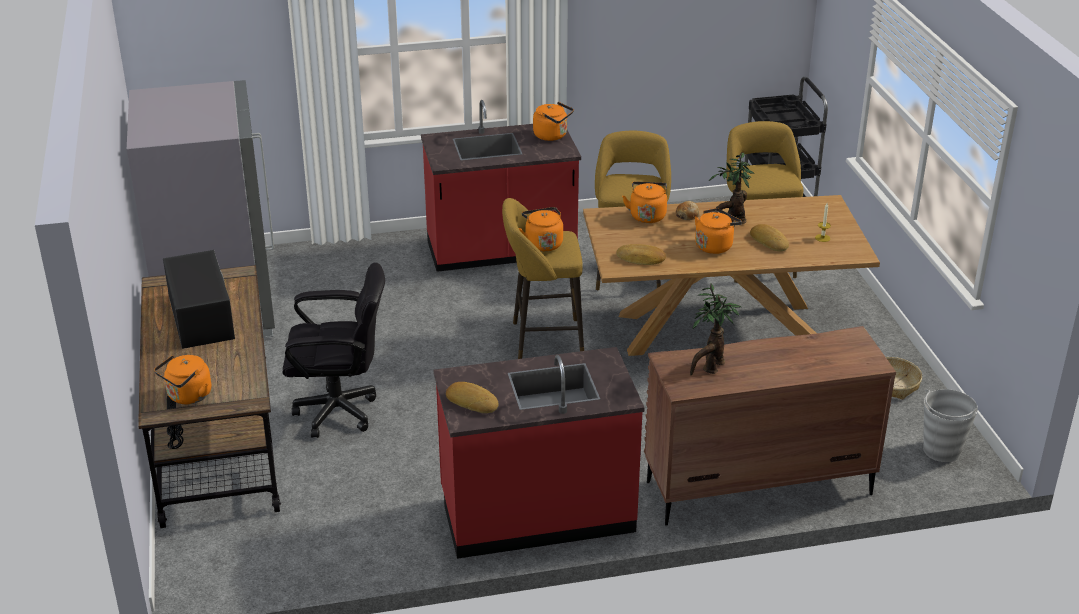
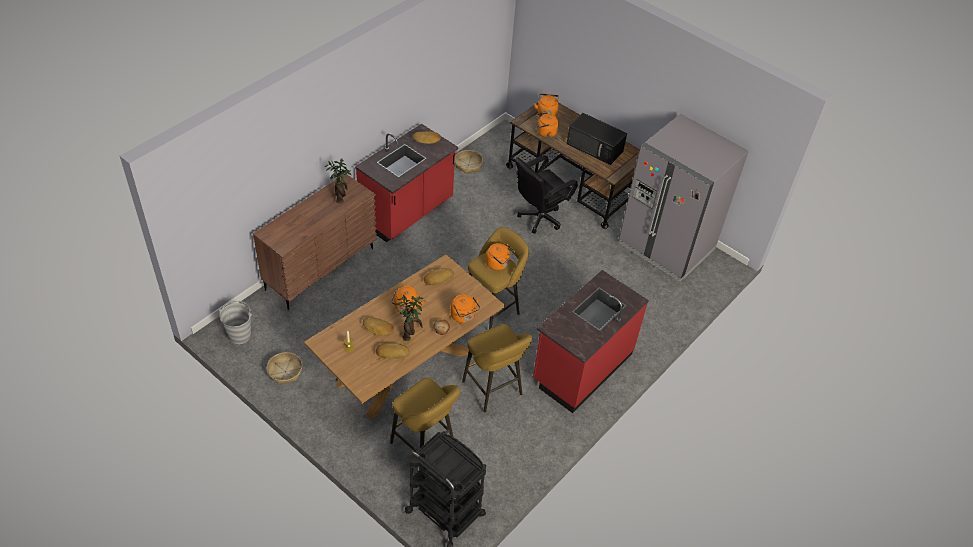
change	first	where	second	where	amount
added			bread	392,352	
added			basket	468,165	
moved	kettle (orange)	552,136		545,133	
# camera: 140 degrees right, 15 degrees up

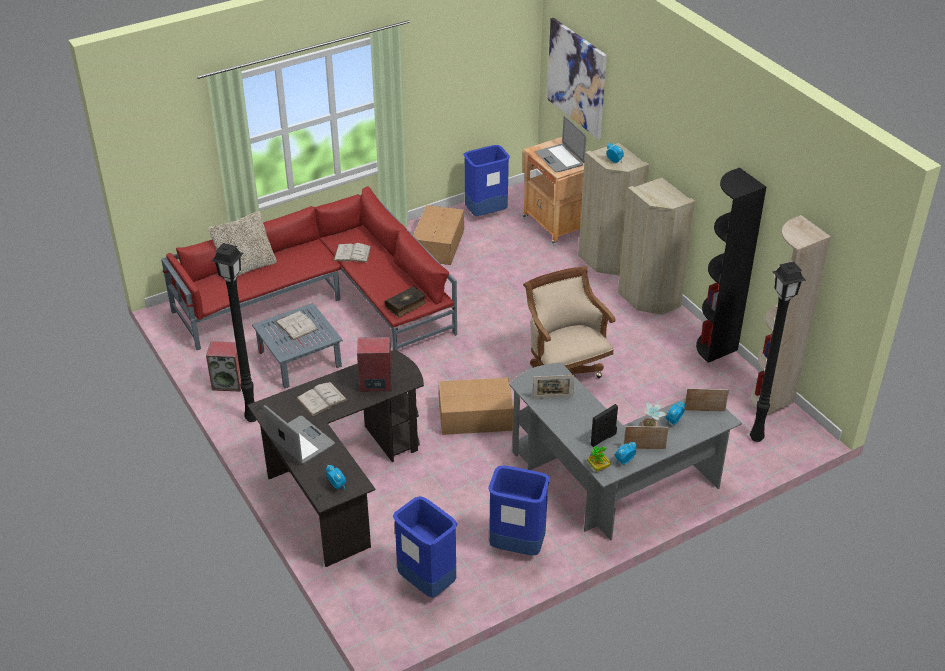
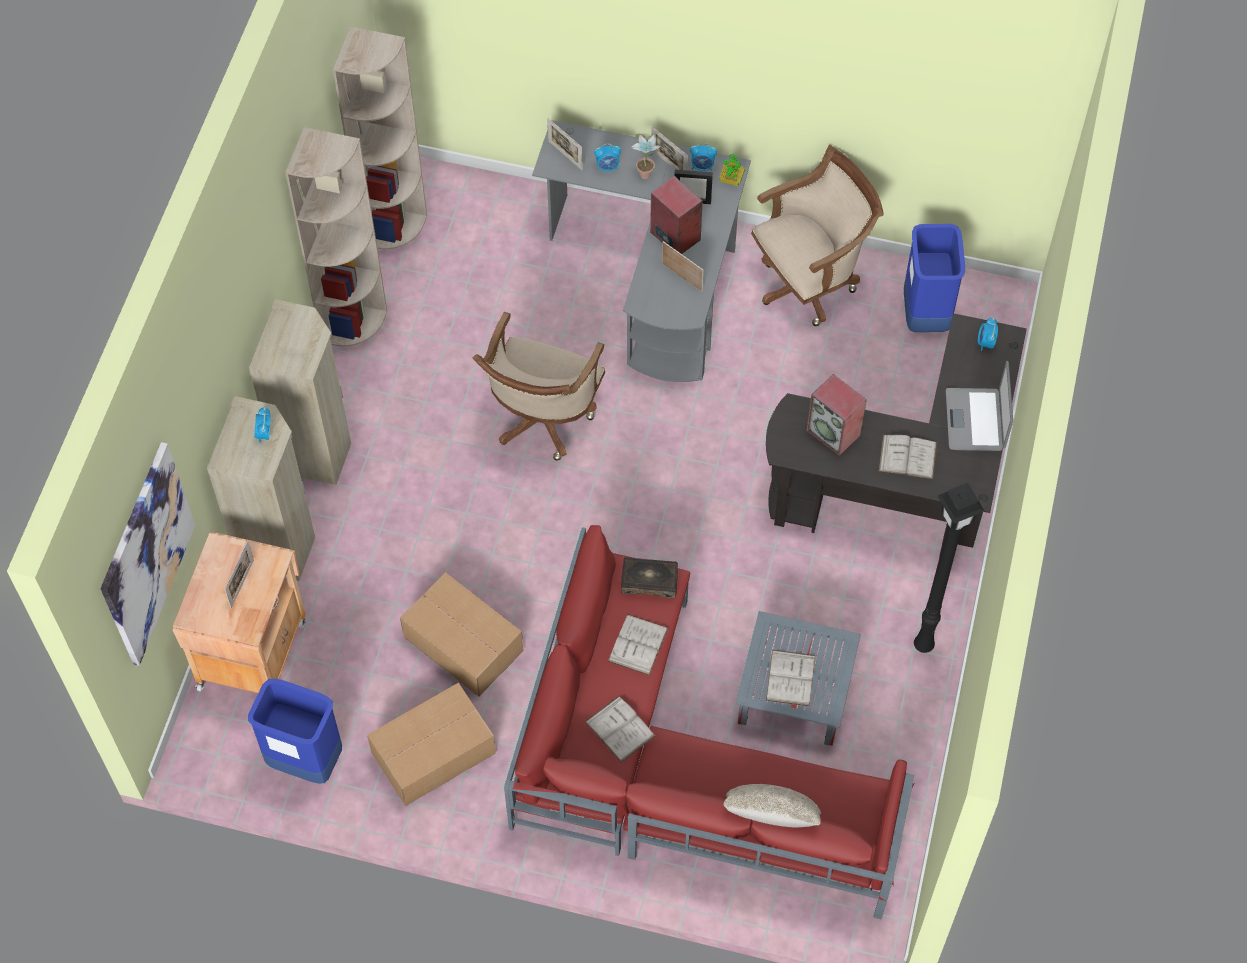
change	first	where	second	where	amount
replaced	laptop	560,159	picture frame	242,584	
recoloured	bookcase (black)	712,350	bookcase (beige)	353,329	
moved	cardboard box	476,417		462,642	
added			book (white)	638,644	
moved	speaker	229,383		674,236	
replaced	trash can (blue)	516,547	office chair	810,285	
removed	floor lamp (black)	757,438			
# camera: 135 degrees left, 20 degrees up

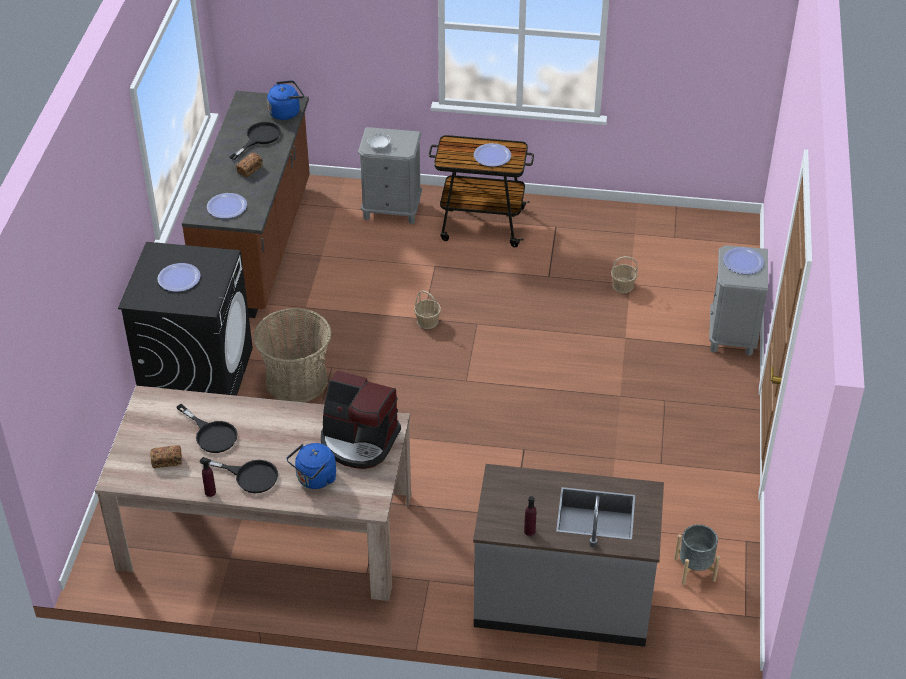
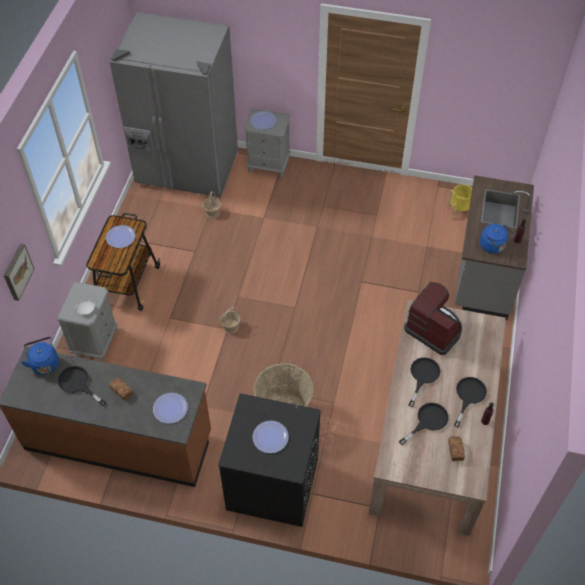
change	first	where	second	where	amount
added			picture	17,271	
added			fridge (grey)	187,169	
turned	coffee machine	359,441		434,329	75 degrees counterclockwise
added			frying pan (black)	422,376	
recoloured	planter (grey)	695,569	planter (yellow)	459,211	
moved	kettle (blue)	314,479		493,246	
# camera: 85 degrees left, 10 degrees up

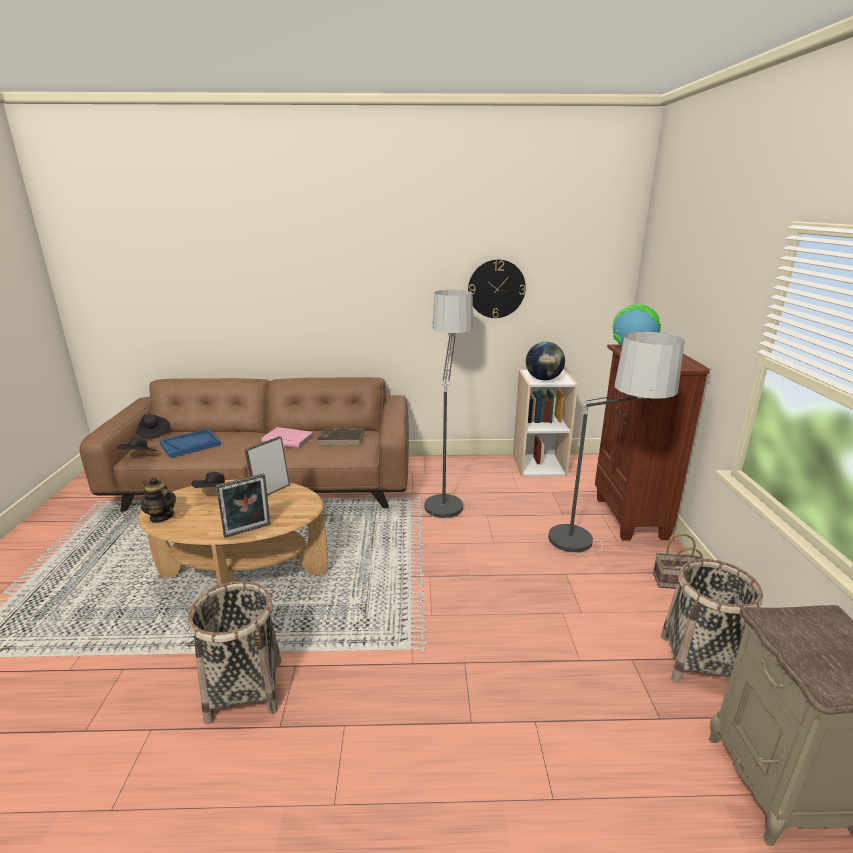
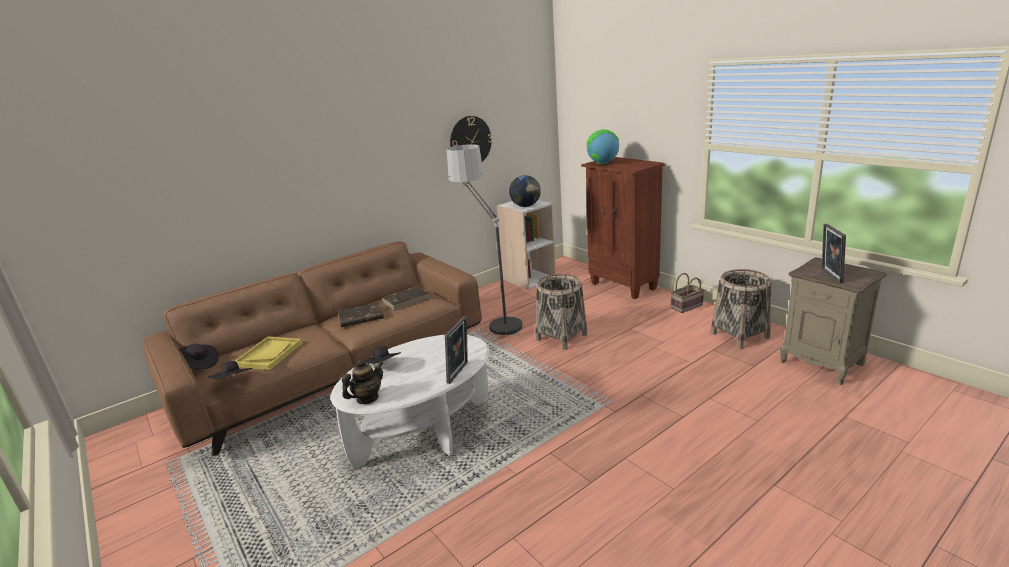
change	first	where	second	where	amount
recoloured	tray (blue)	190,444	tray (yellow)	269,354	
recoloured	coffee table (brown)	243,575	coffee table (white)	424,432	
recoloured	book (pink)	287,441	book (brown)	360,317	
turned	teapot	161,517		367,398	135 degrees clockwise
moved	basket	245,689		561,337	
moved	picture frame	271,491		829,276	
removed	floor lamp	590,561			
# camera: 35 degrees left, 0 degrees up

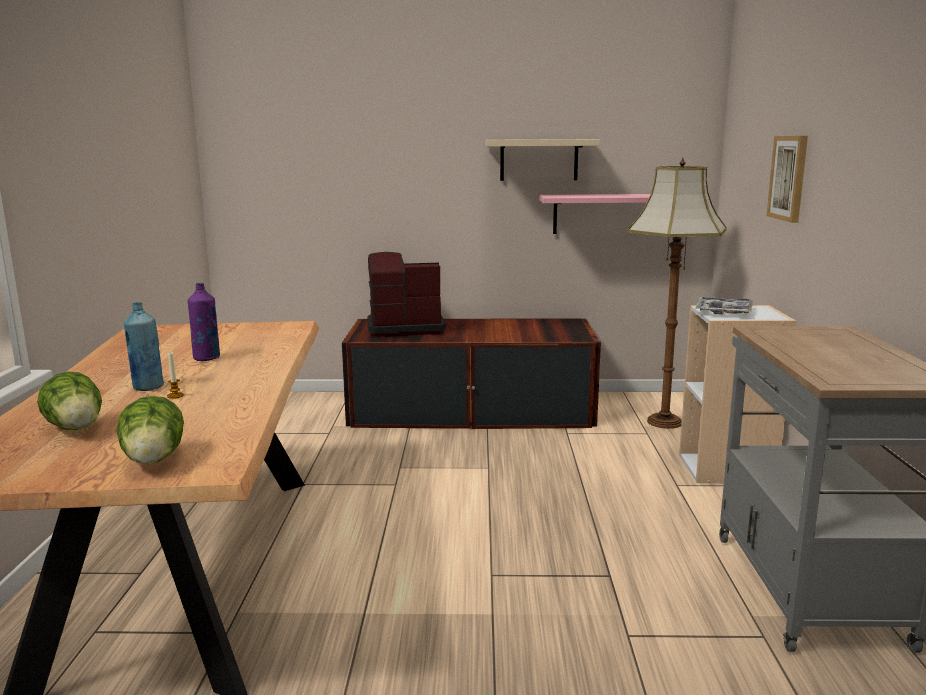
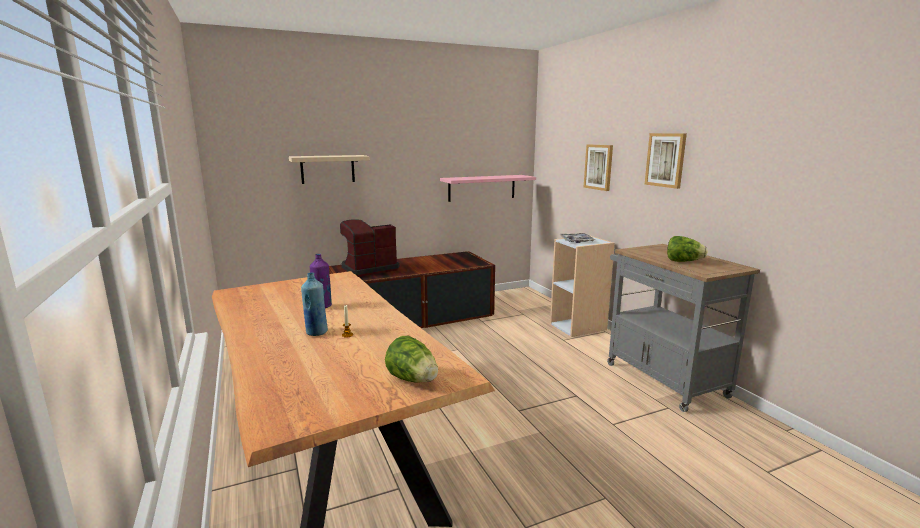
change	first	where	second	where	amount
moved	shelf (beige)	539,160		327,169	
added			picture	666,160	
moved	lettuce	77,429		683,261	
removed	floor lamp	663,422			
# camera: 25 degrees left, 0 degrees up

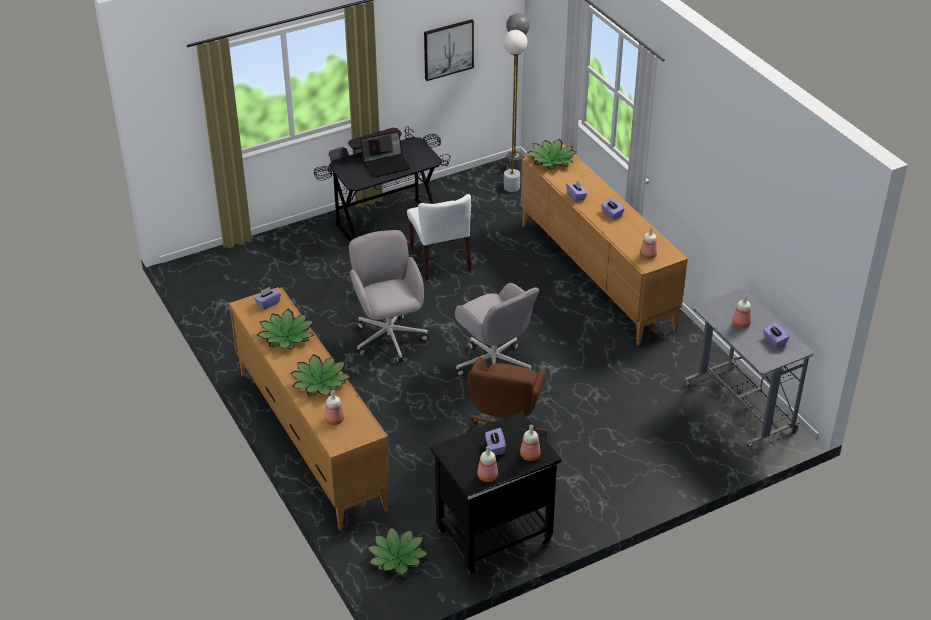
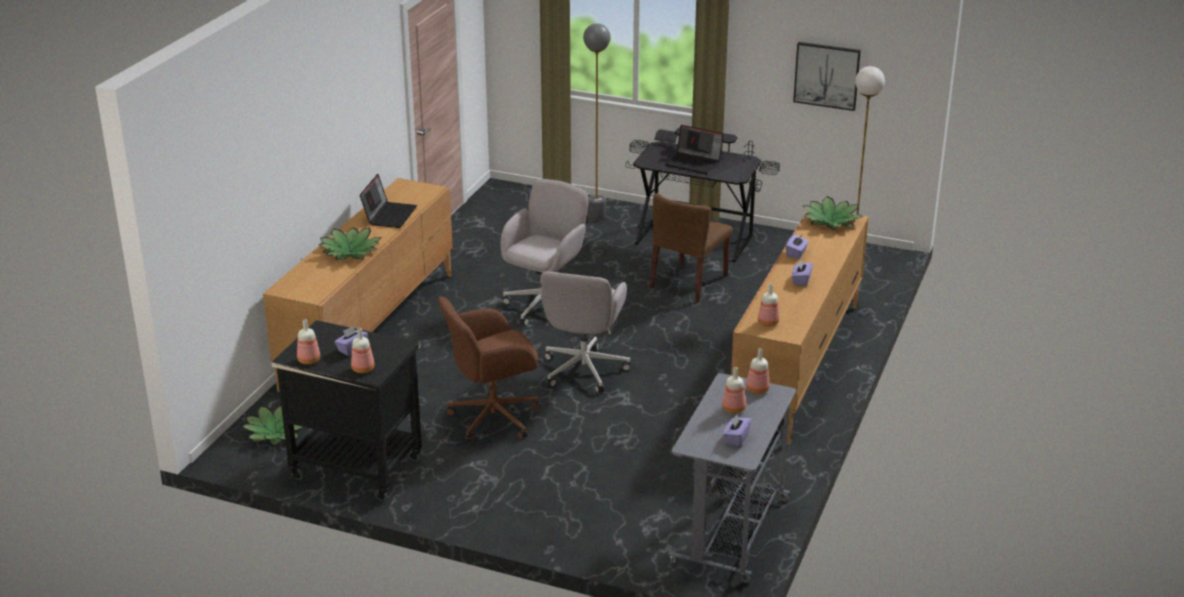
change	first	where	second	where	amount
replaced	potted plant	287,336	laptop	389,215	
moved	floor lamp (grey)	514,169		596,216	
recoloured	chair (white)	440,259	chair (brown)	688,282	
moved	bottle	334,420		756,390	
removed	tissue box (purple)	268,303			
# camera: 50 degrees right, 10 degrees down

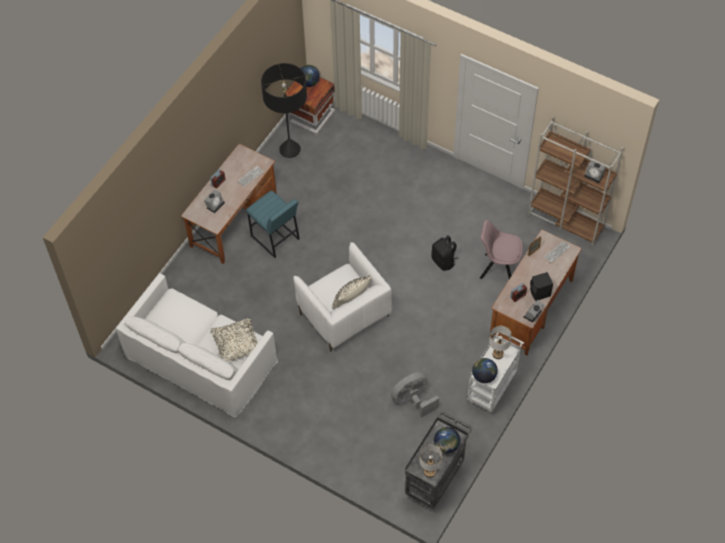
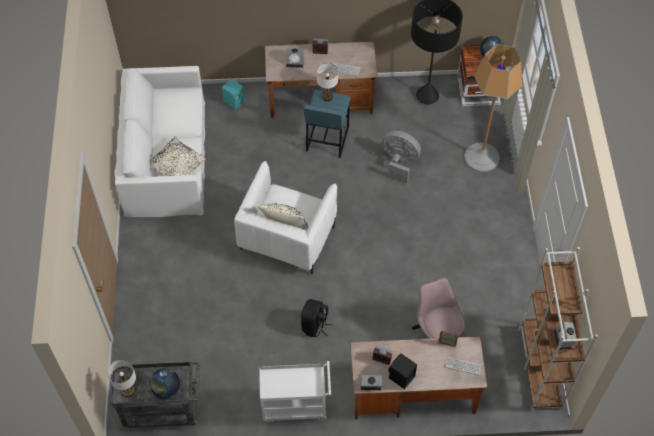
change	first	where	second	where	amount
added			speaker (turquoise)	234,101	
moved	backpack (black)	444,261		315,326	
moved	table lamp	498,354		327,97	
moved	fan (grey)	413,400		399,162	
added			floor lamp	481,158	
removed	globe	484,376			
# camera: 55 degrees right, 0 degrees up

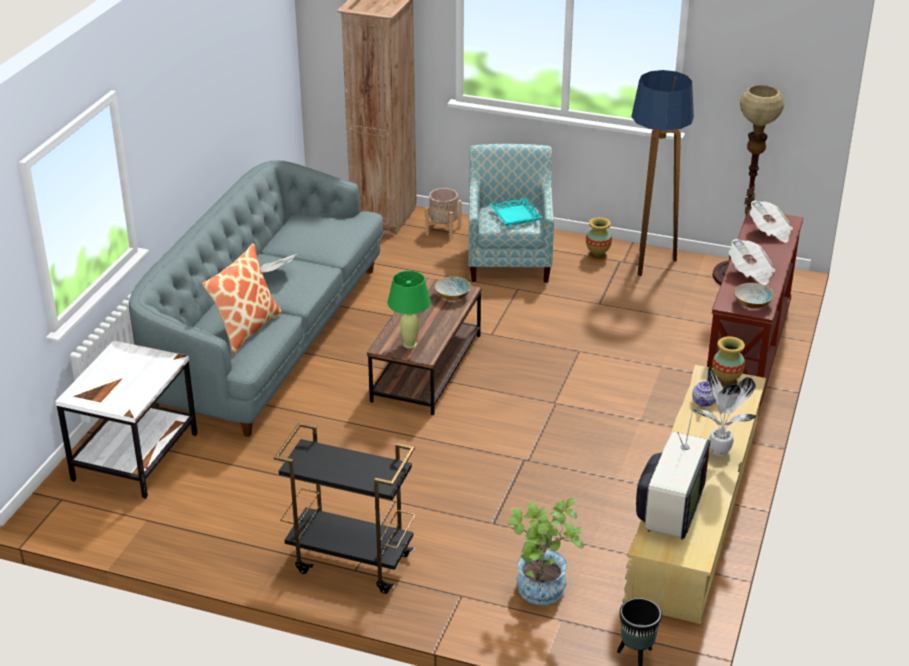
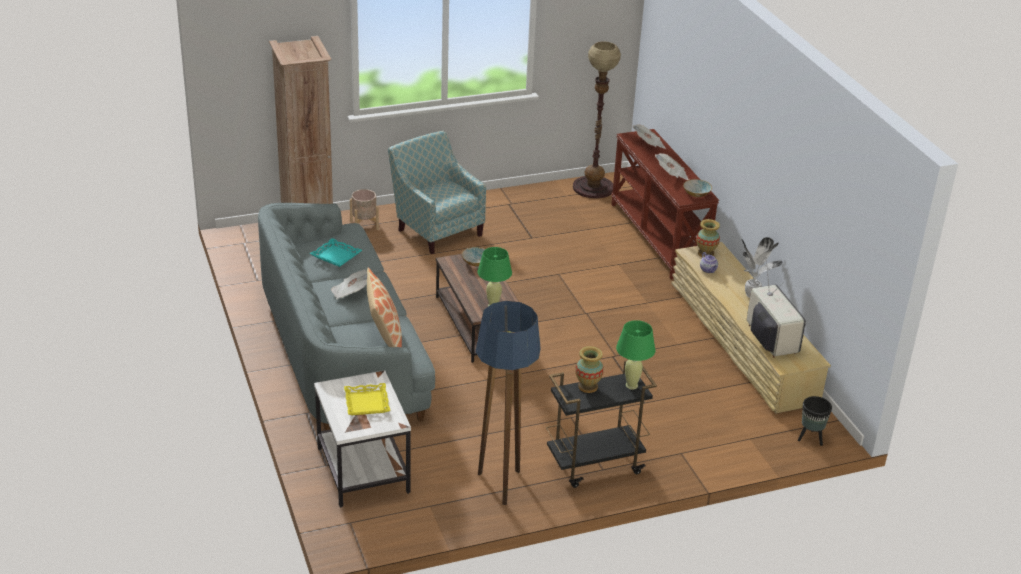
change	first	where	second	where	amount
moved	tray (turquoise)	515,215		336,256	
added			tray (yellow)	367,403	
moved	floor lamp	649,264		501,486	
moved	vase	597,256		587,386	
added			table lamp (green)	631,385	
removed	potted plant	541,594			
# camera: 40 degrees left, 0 degrees up

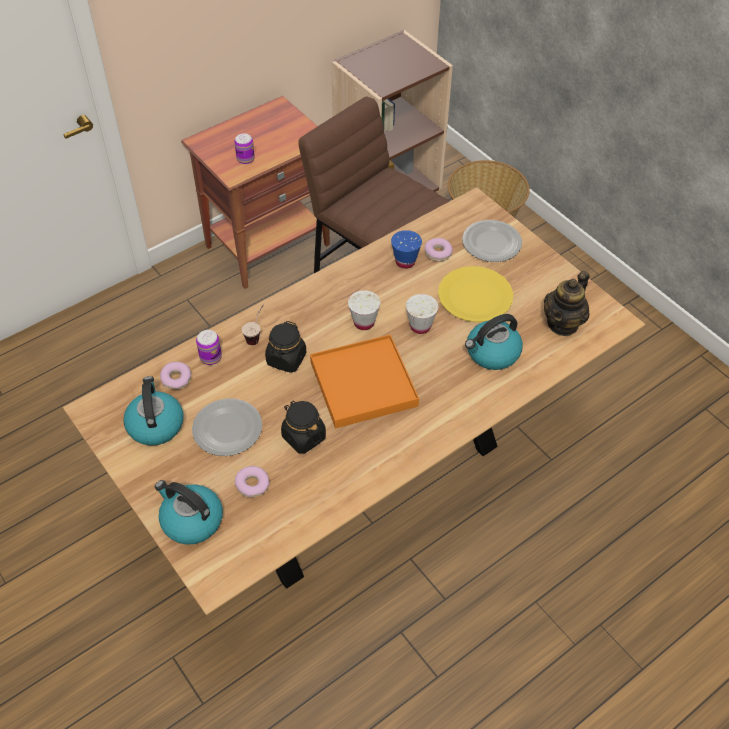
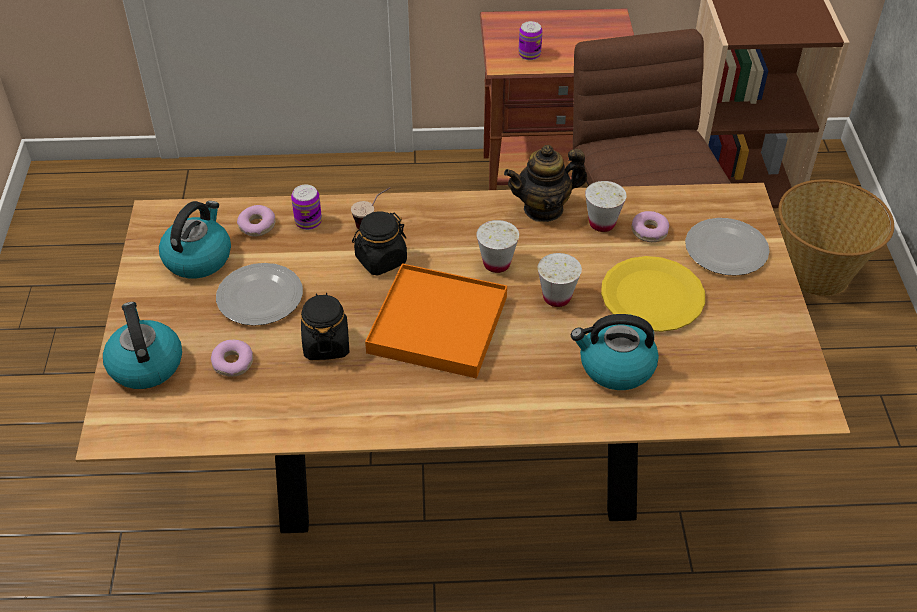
change	first	where	second	where	amount
moved	teapot	563,323		543,208	
recoloured	cup (blue)	405,262	cup (white)	602,223	
# camera: 35 degrees right, 5 degrees down

